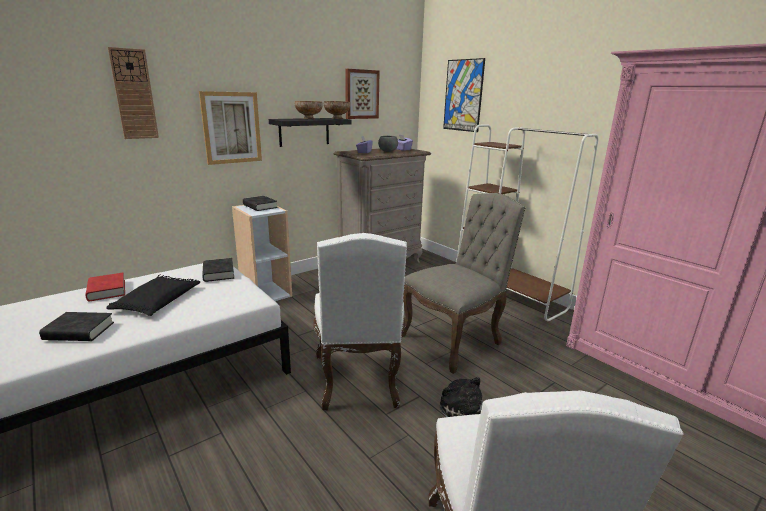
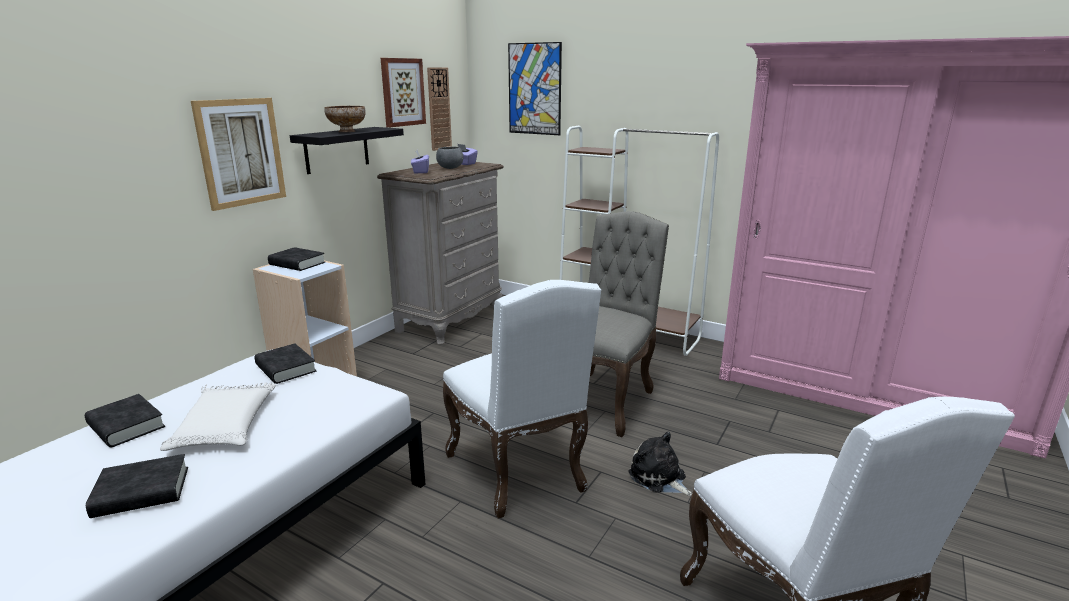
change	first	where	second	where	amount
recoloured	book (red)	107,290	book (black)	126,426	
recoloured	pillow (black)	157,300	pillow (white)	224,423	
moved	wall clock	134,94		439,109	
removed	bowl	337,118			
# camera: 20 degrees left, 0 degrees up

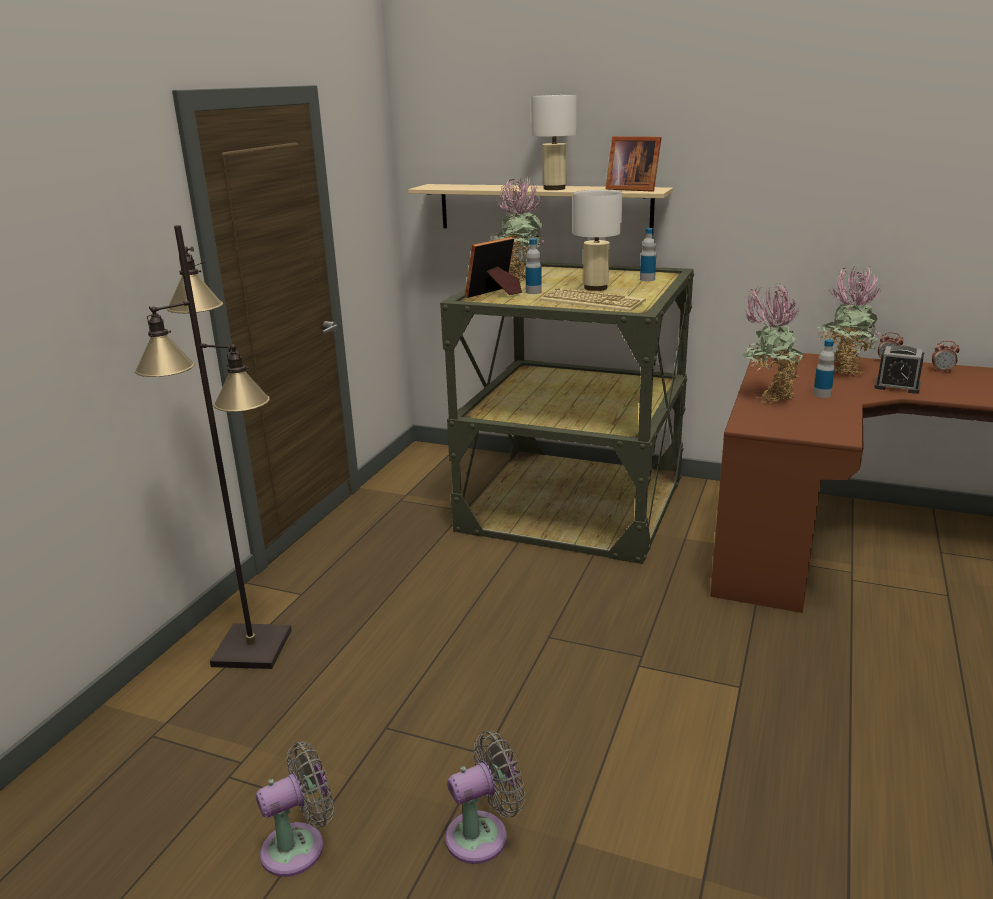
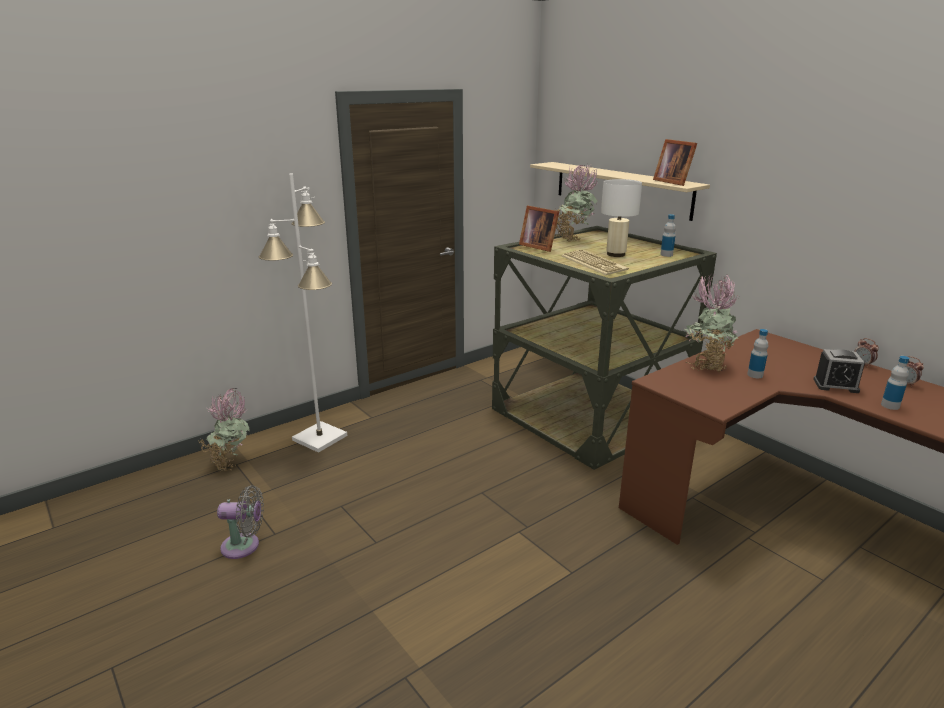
change	first	where	second	where	amount
moved	potted plant	842,371		231,463	
recoloured	floor lamp (black)	253,647	floor lamp (white)	320,438	
turned	picture frame	495,294		538,246	120 degrees counterclockwise
turned	alarm clock	897,386		835,385	45 degrees counterclockwise
moved	bottle	533,292		890,405	
removed	fan (grey)	483,835			
removed	table lamp (white)	555,188			
# camera: 30 degrees right, 0 degrees up

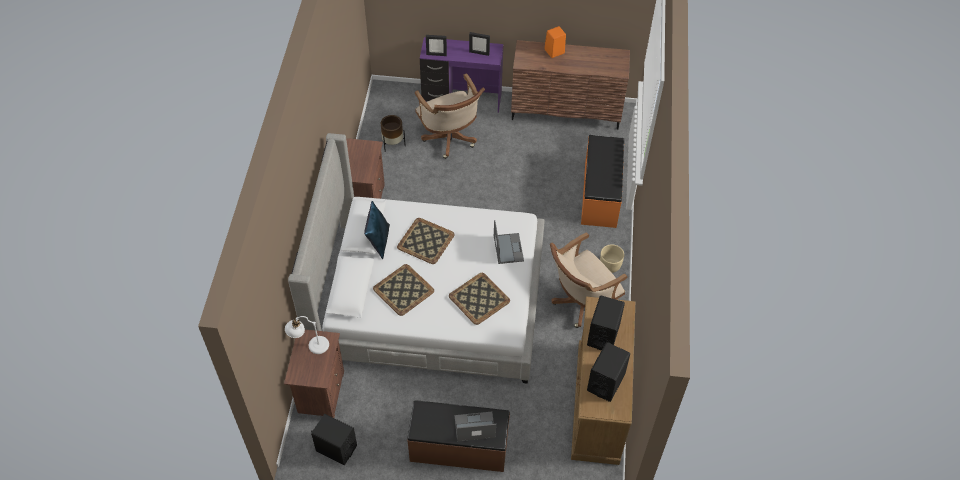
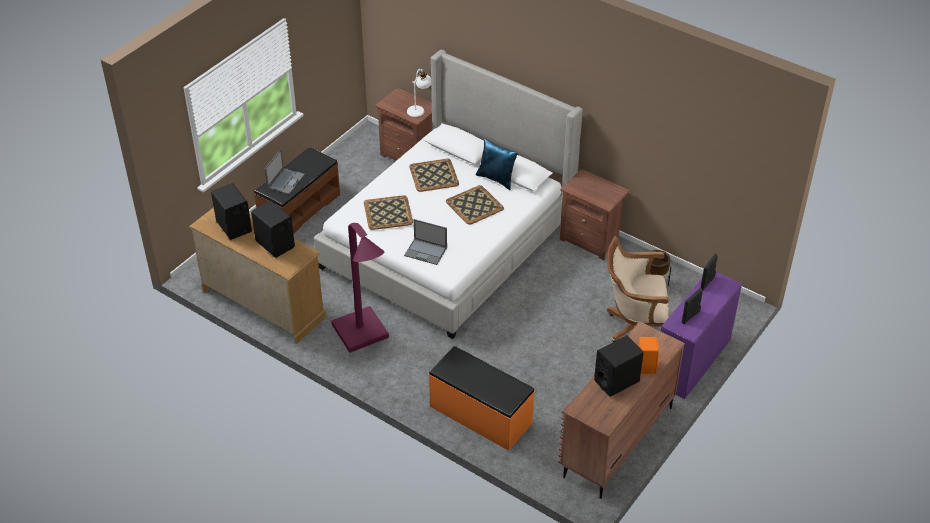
change	first	where	second	where	amount
replaced	office chair	580,305	floor lamp (purple)	364,336	
moved	speaker (black)	336,448		616,381	
removed	planter (beige)	610,265			
# camera: 120 degrees right, 10 degrees down

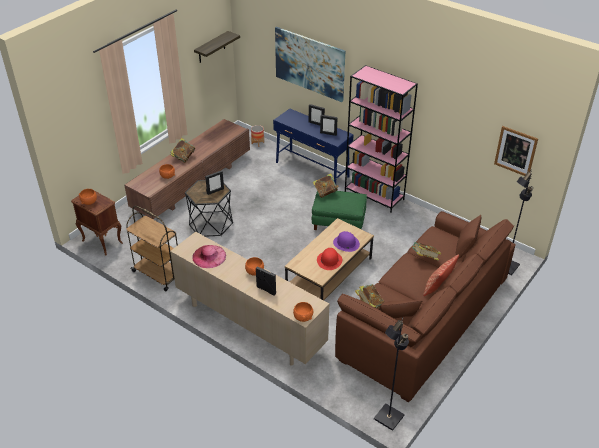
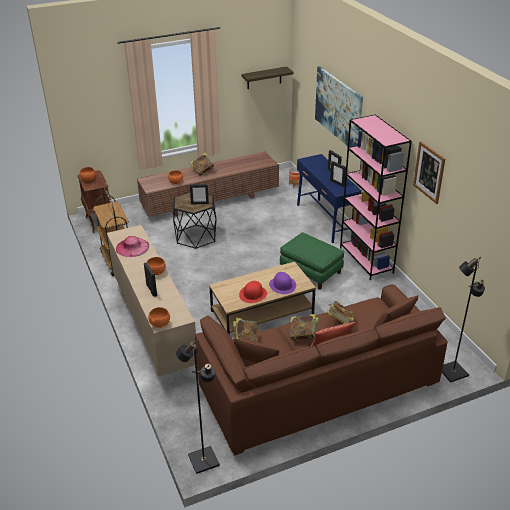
change	first	where	second	where	amount
moved	book	325,193		304,336	
moved	picture	515,151		429,172	
# camera: 30 degrees right, 5 degrees down

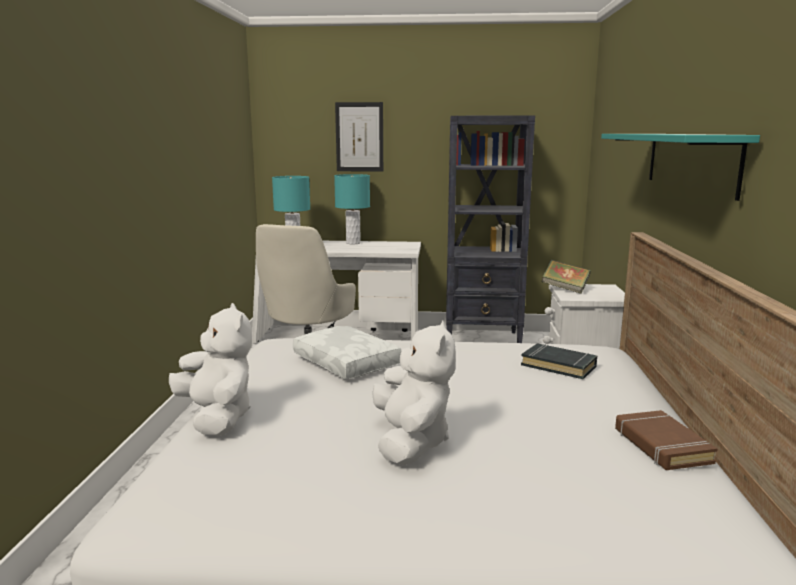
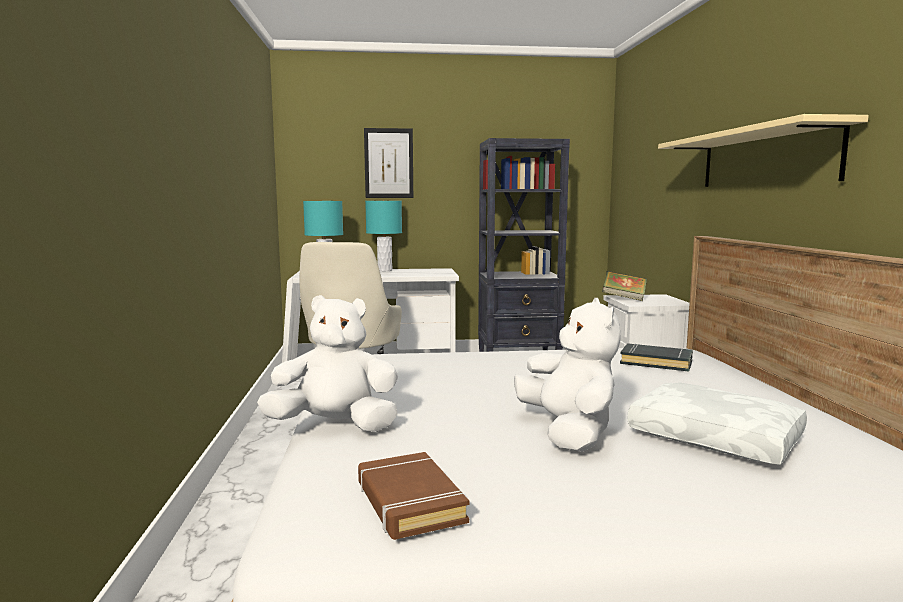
change	first	where	second	where	amount
turned	plush toy (white)	217,417		335,426	45 degrees counterclockwise
moved	book (brown)	661,446		409,502	
moved	pillow (white)	348,363		716,437	
recoloured	shelf (turquoise)	690,161	shelf (beige)	765,158	
# camera: 10 degrees left, 5 degrees down

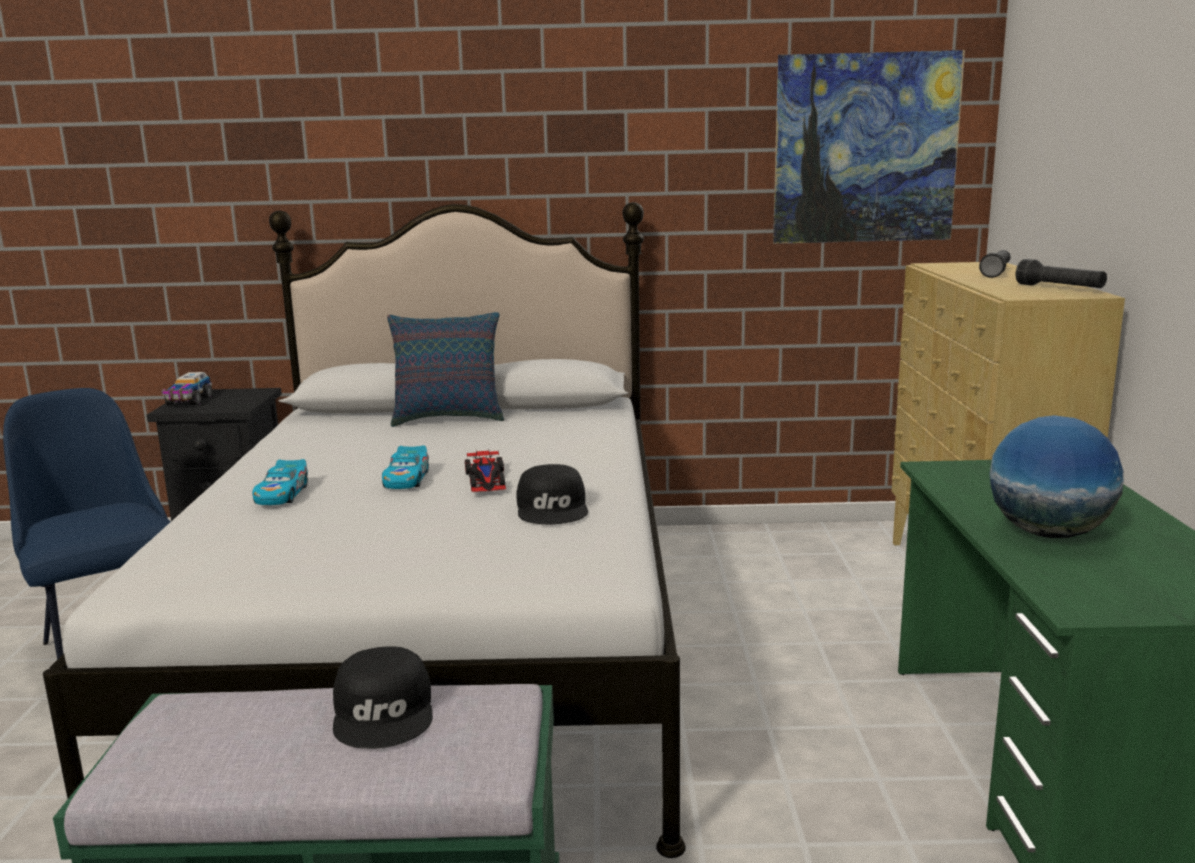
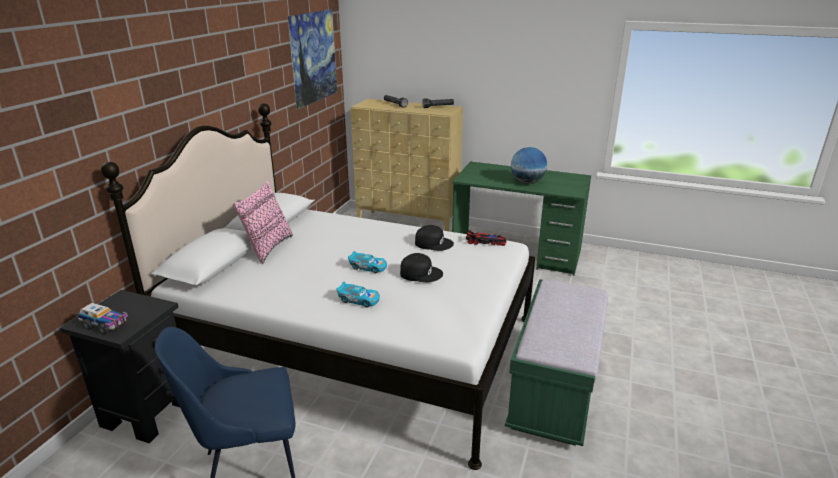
change	first	where	second	where	amount
recoloured	pillow (blue)	448,419	pillow (pink)	269,248	
moved	cap (black)	385,712		420,273	
moved	toy car	486,479		486,241	
# camera: 70 degrees left, 10 degrees up

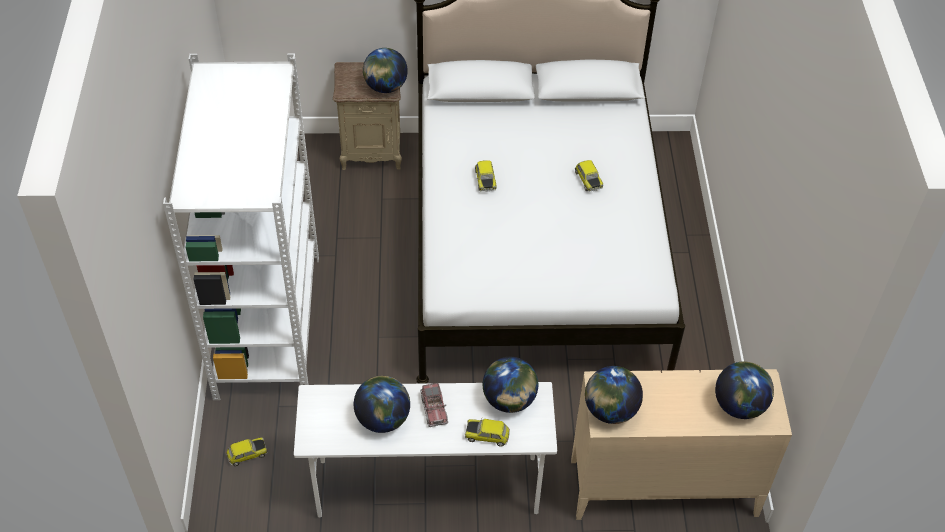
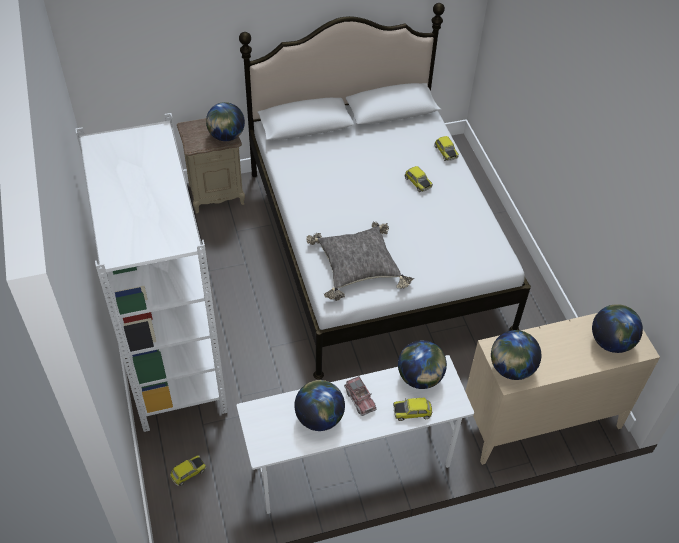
change	first	where	second	where	amount
added			pillow	358,264	
moved	toy car	485,180		445,152	
# camera: 15 degrees left, 0 degrees up

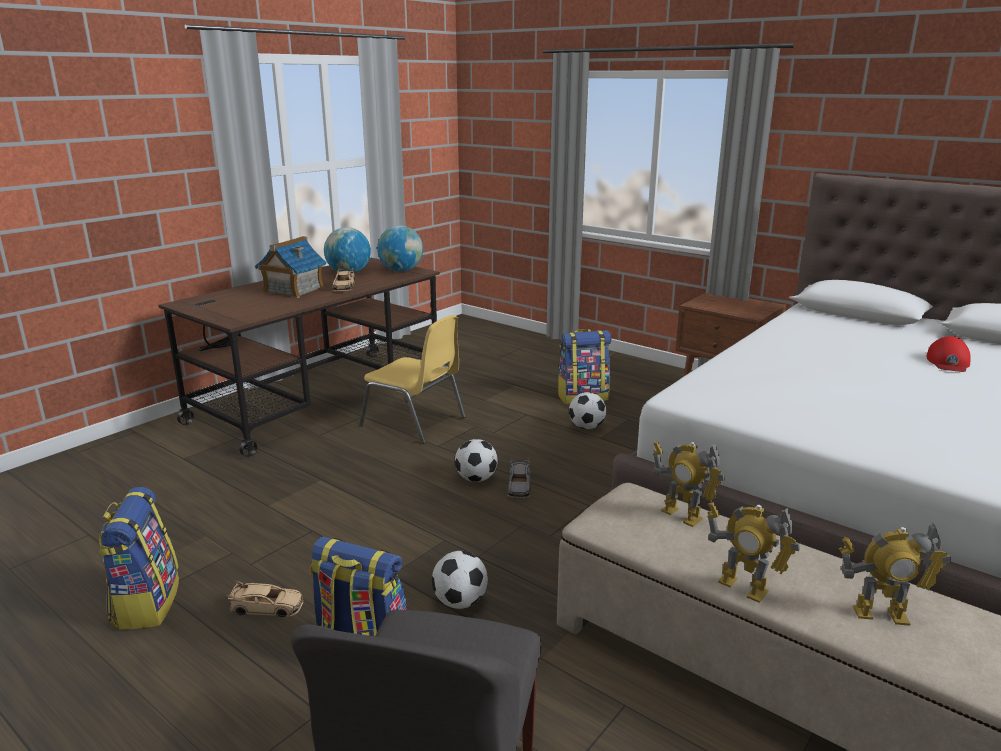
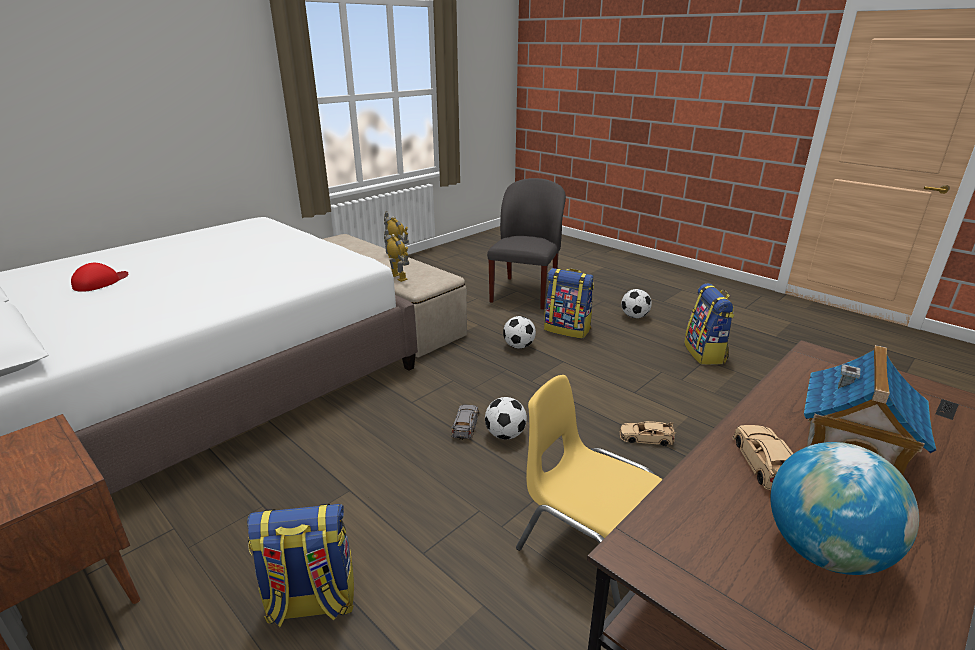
change	first	where	second	where	amount
moved	toy car (beige)	266,607		646,438	
moved	football	586,427		634,316	
removed	globe	401,271			
removed	toy robot	880,614			
# camera: 175 degrees left, 5 degrees up

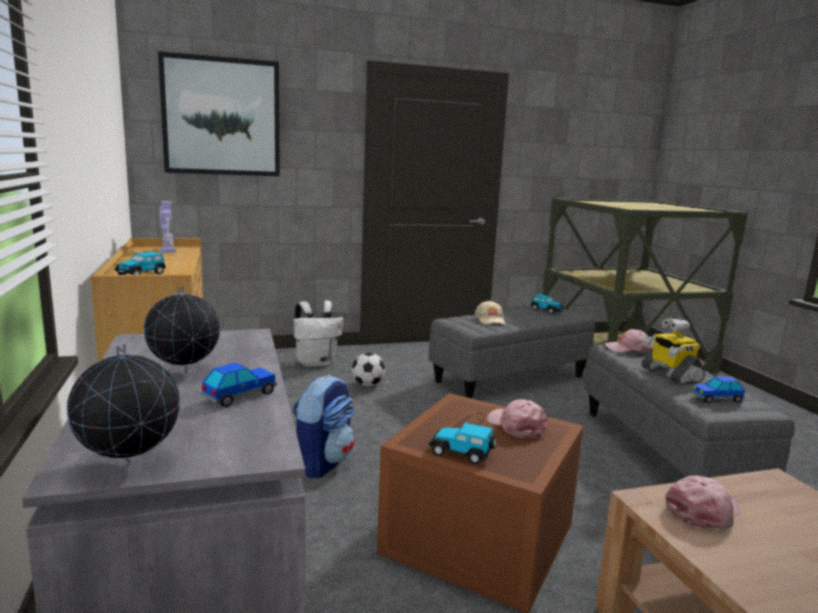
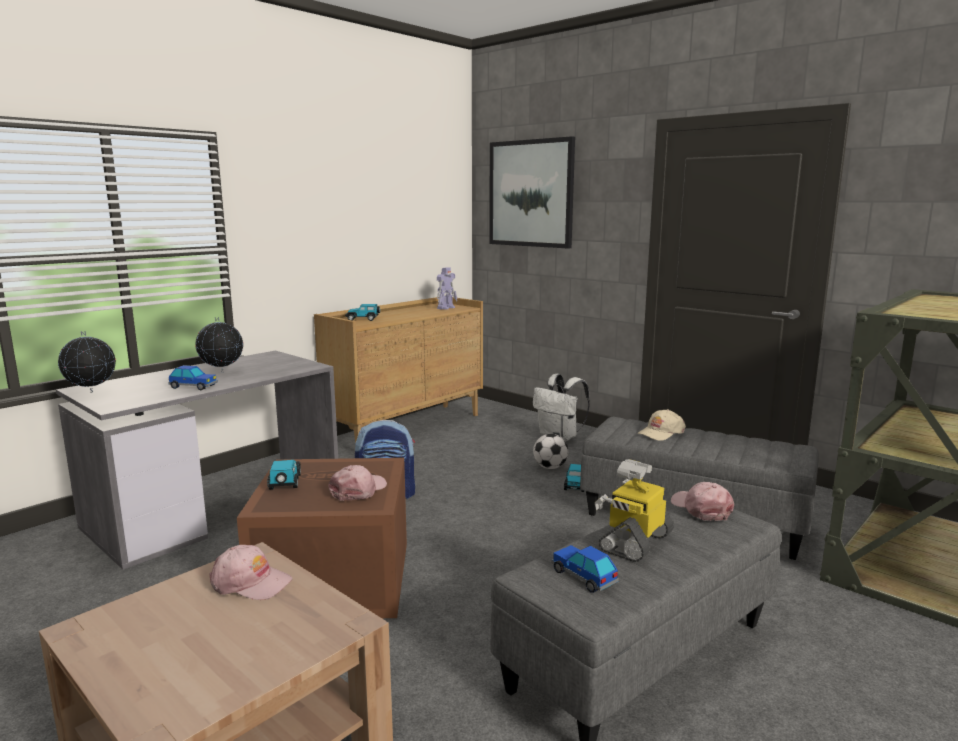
change	first	where	second	where	amount
moved	toy car	546,310		575,485	
# camera: 60 degrees right, 0 degrees up

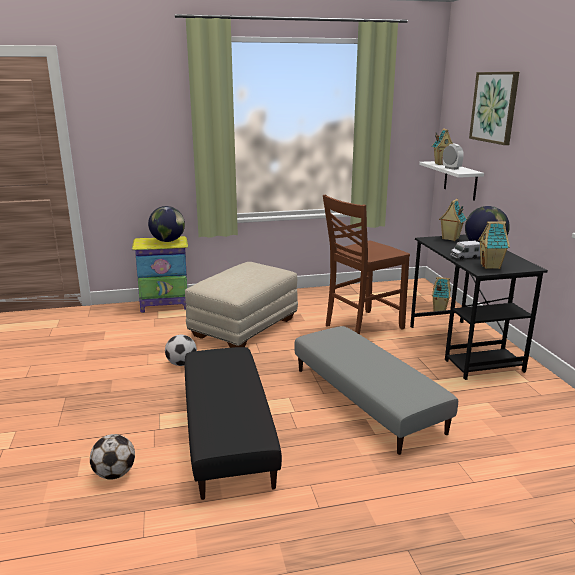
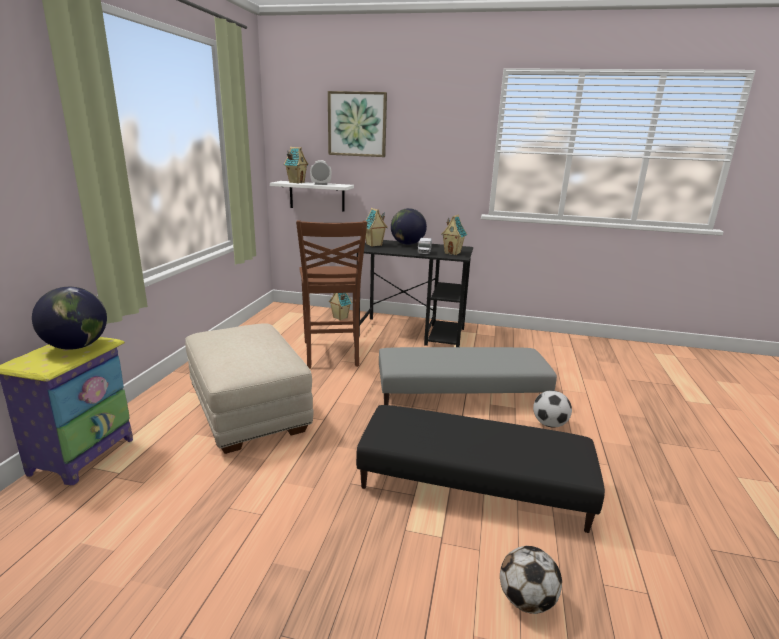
change	first	where	second	where	amount
moved	football	181,364		549,424	
# camera: 65 degrees left, 0 degrees up

